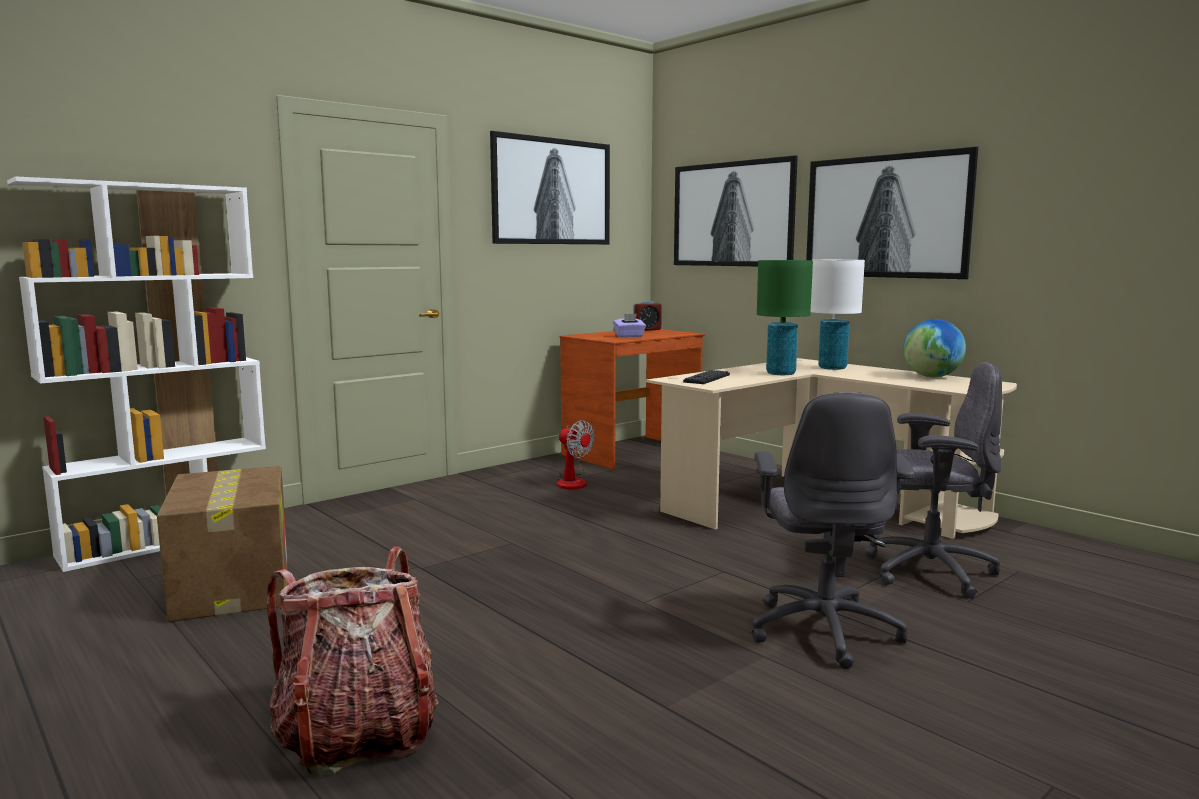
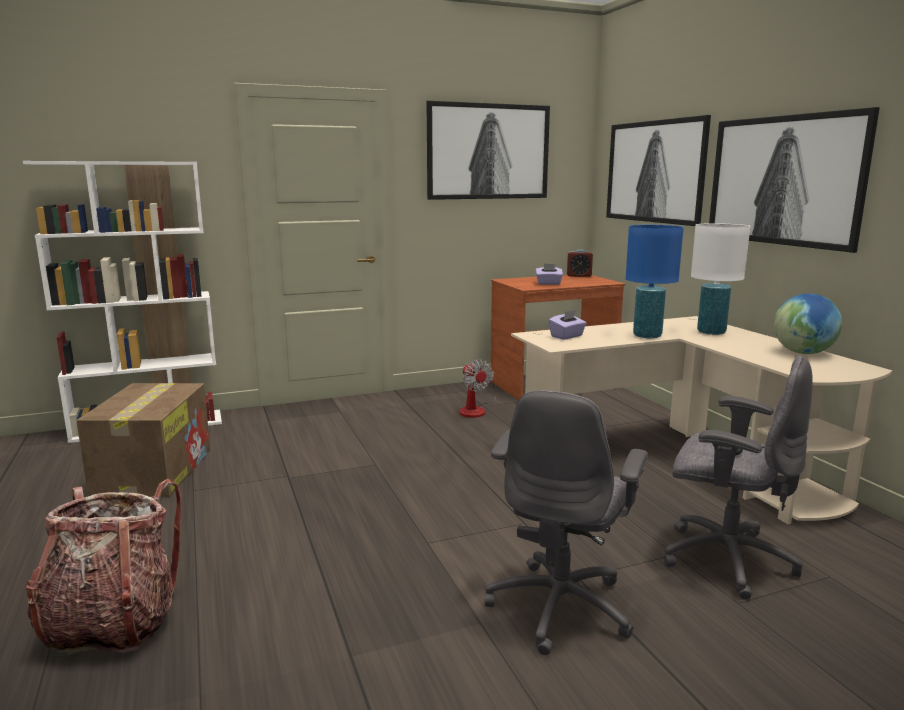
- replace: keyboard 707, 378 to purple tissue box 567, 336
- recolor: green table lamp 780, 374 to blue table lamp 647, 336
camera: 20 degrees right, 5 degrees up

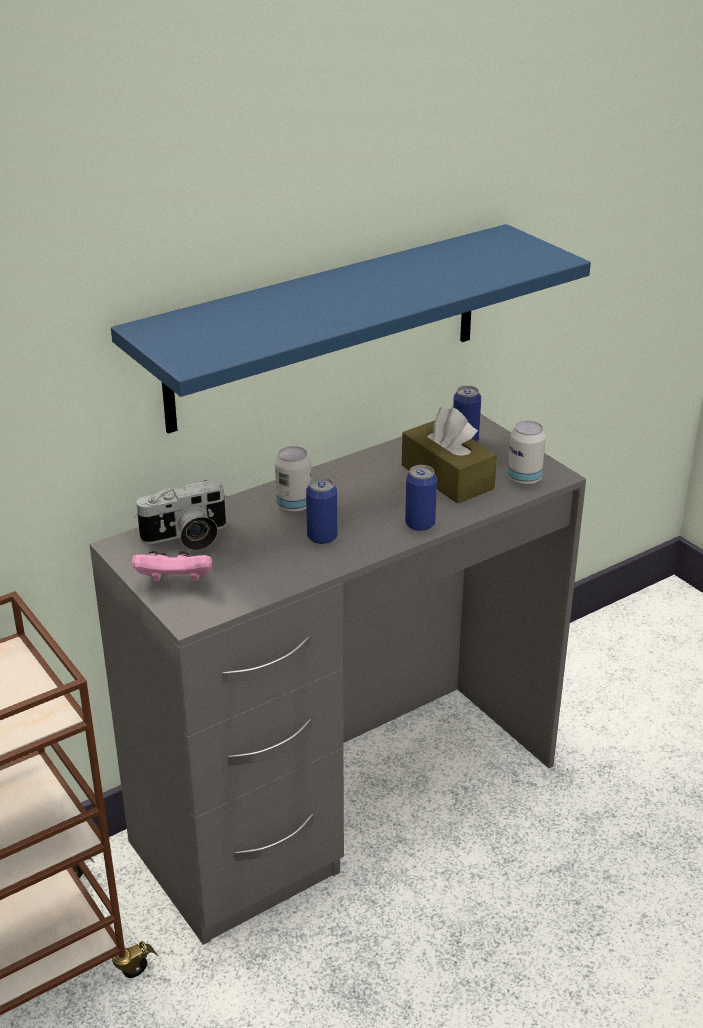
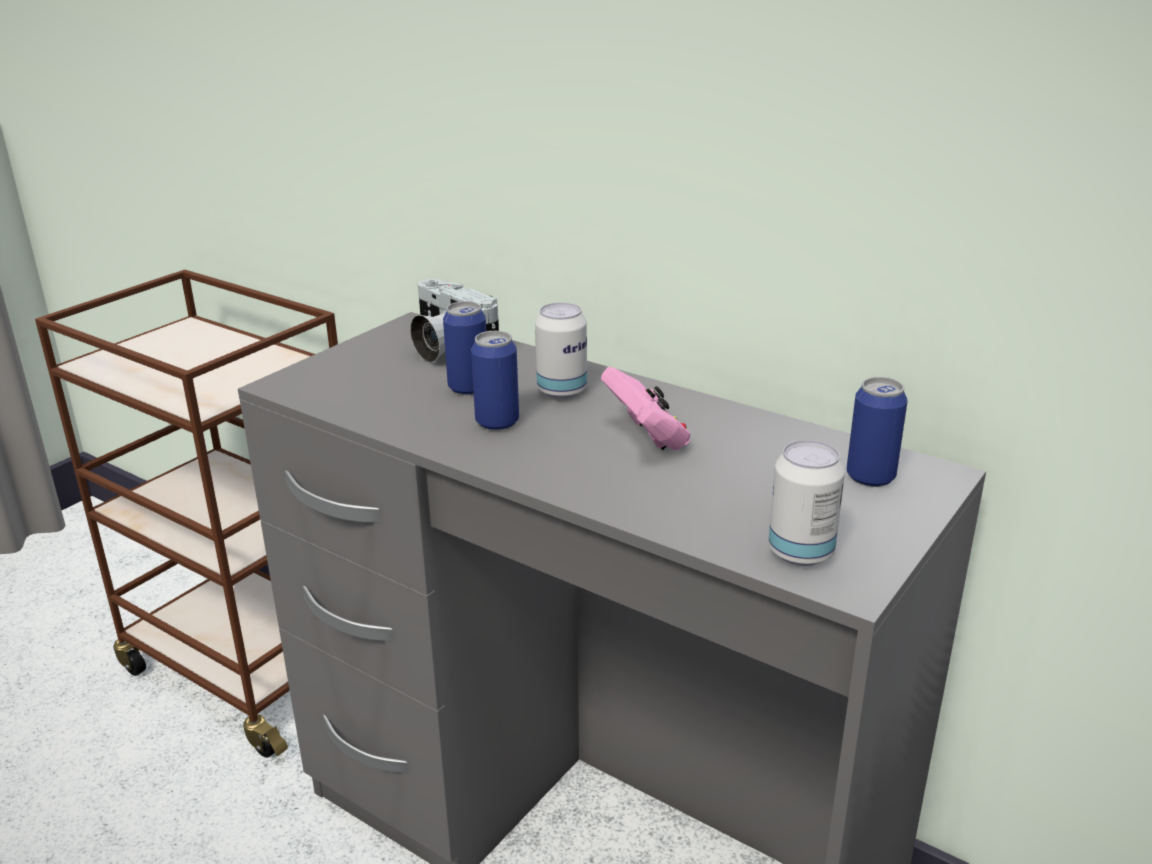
- move: can 420, 524 to 468, 388
- move: pink game controller 175, 582 to 647, 438
- delete: blue shelf 326, 327
- delete: brown tissue box 447, 477
camera: 70 degrees right, 5 degrees down

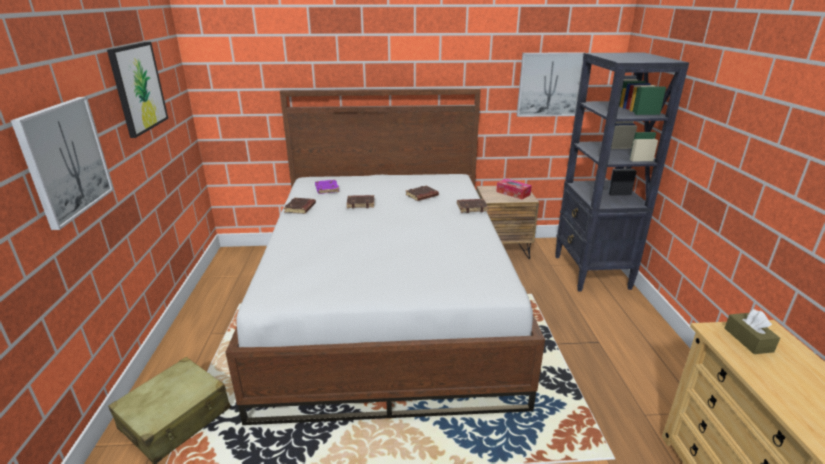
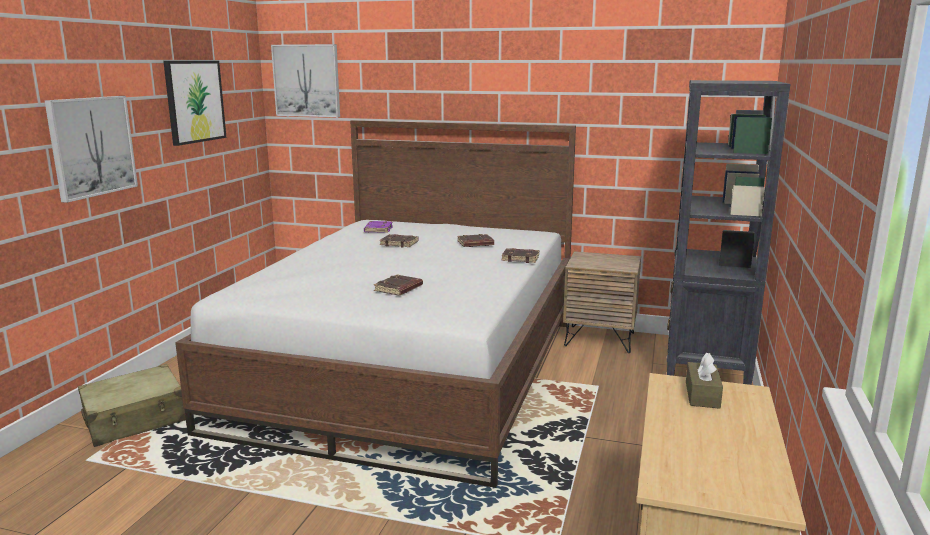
- move: picture 549, 84 to 307, 80
- move: brown book 300, 208 to 399, 289
- delete: tissue box 513, 193
camera: 20 degrees right, 10 degrees down

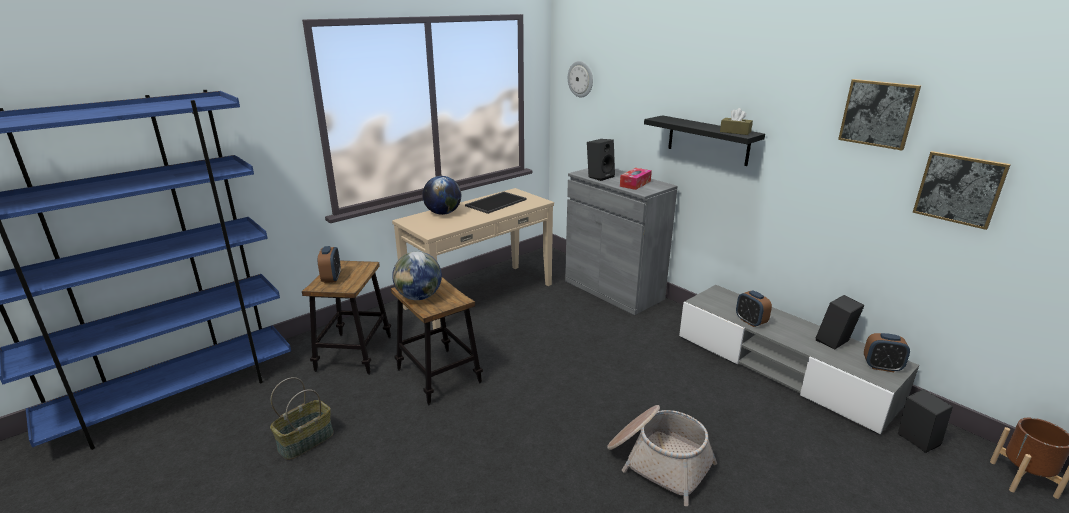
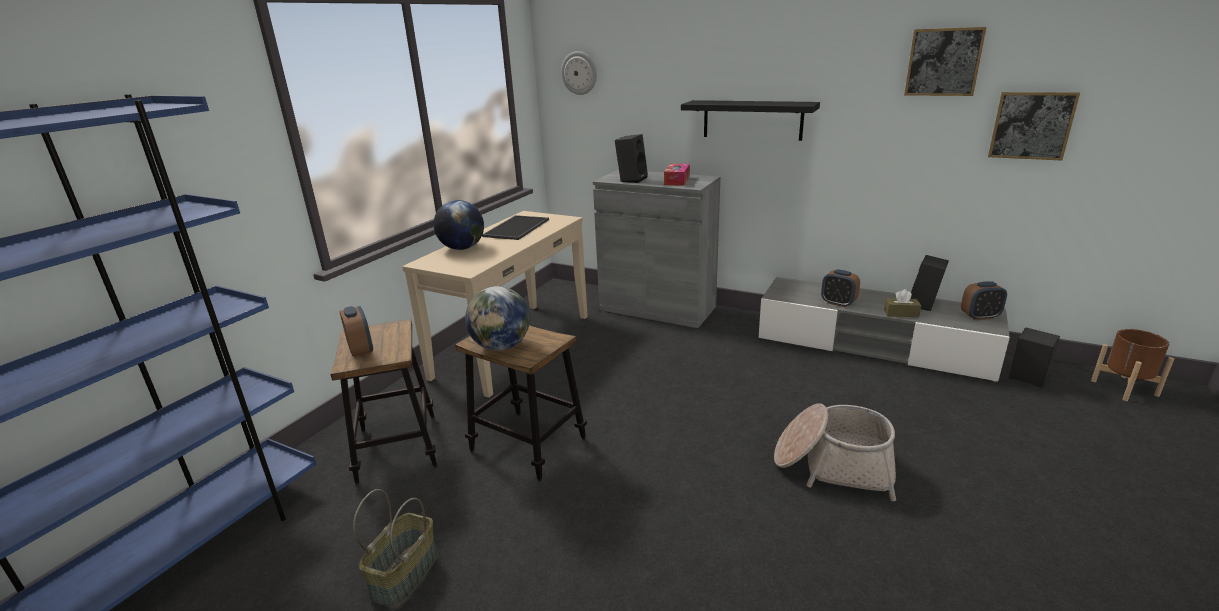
- move: brown tissue box 735, 132 to 901, 313
camera: 20 degrees left, 0 degrees up

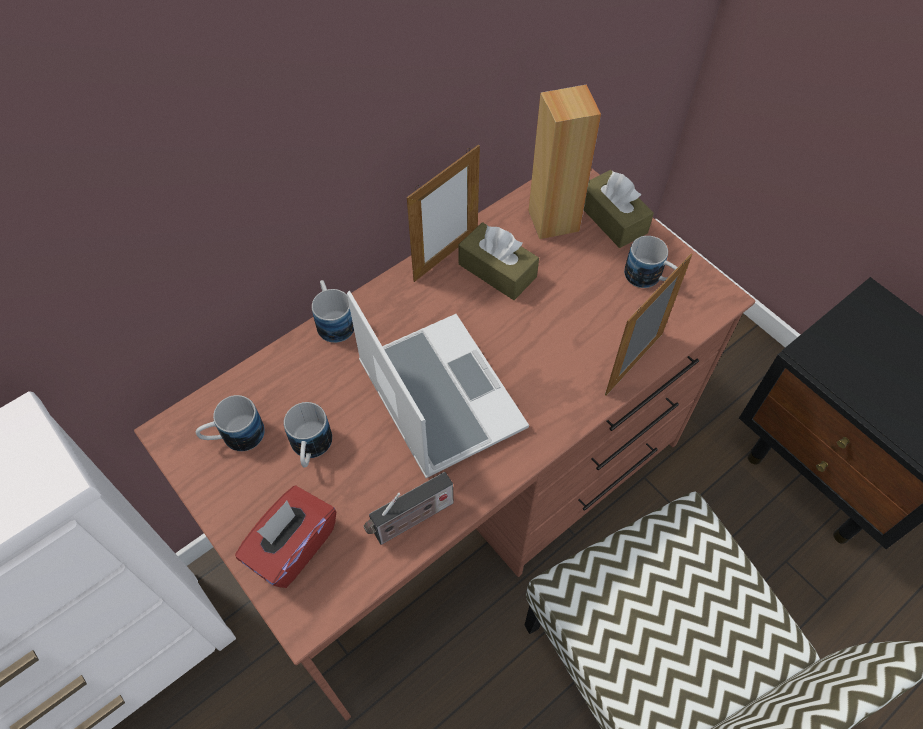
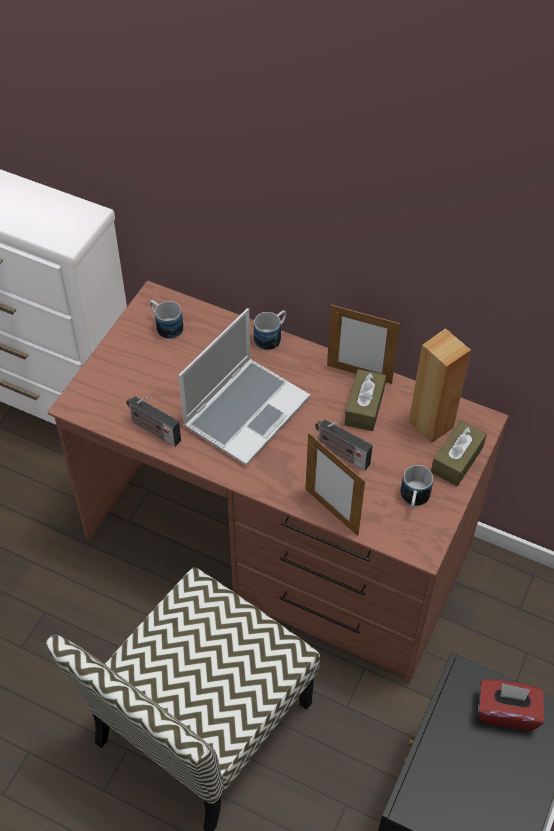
- rotate: picture frame 634, 364 = 331, 512 150 degrees counterclockwise
- insert: radio 340, 453
- move: red tissue box 292, 546 to 506, 711
- delete: mug 310, 449
camera: 65 degrees right, 5 degrees down

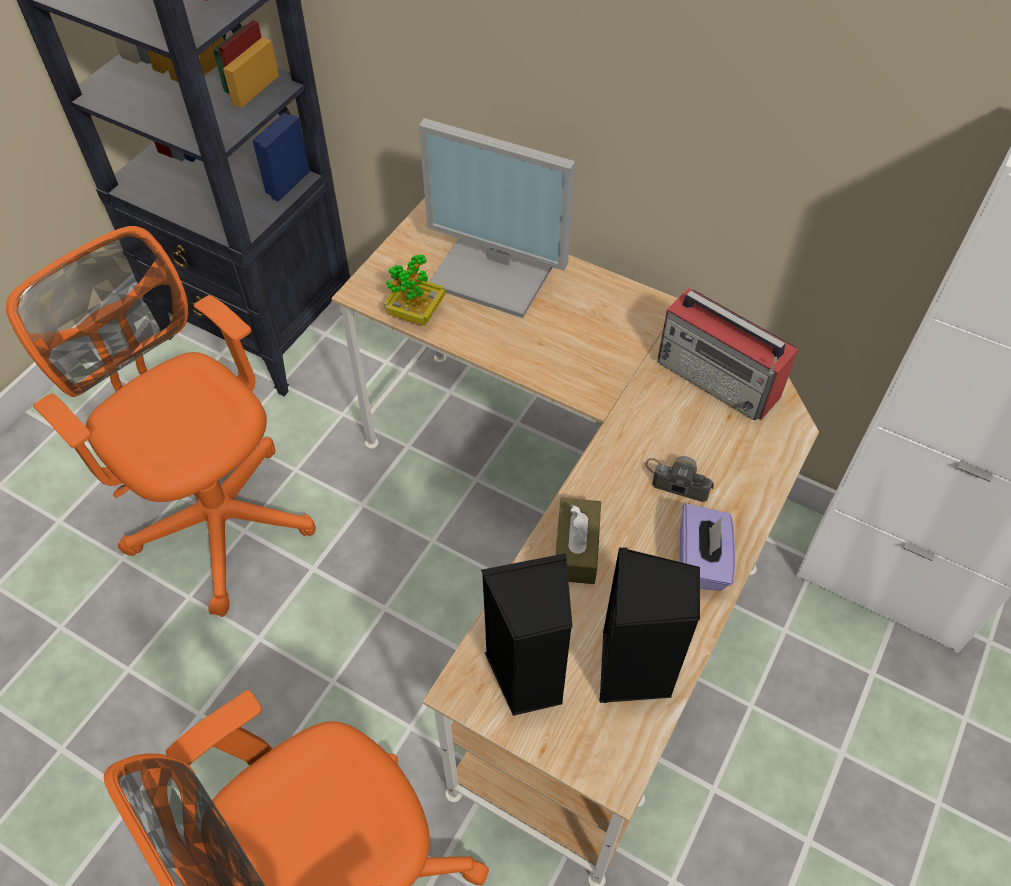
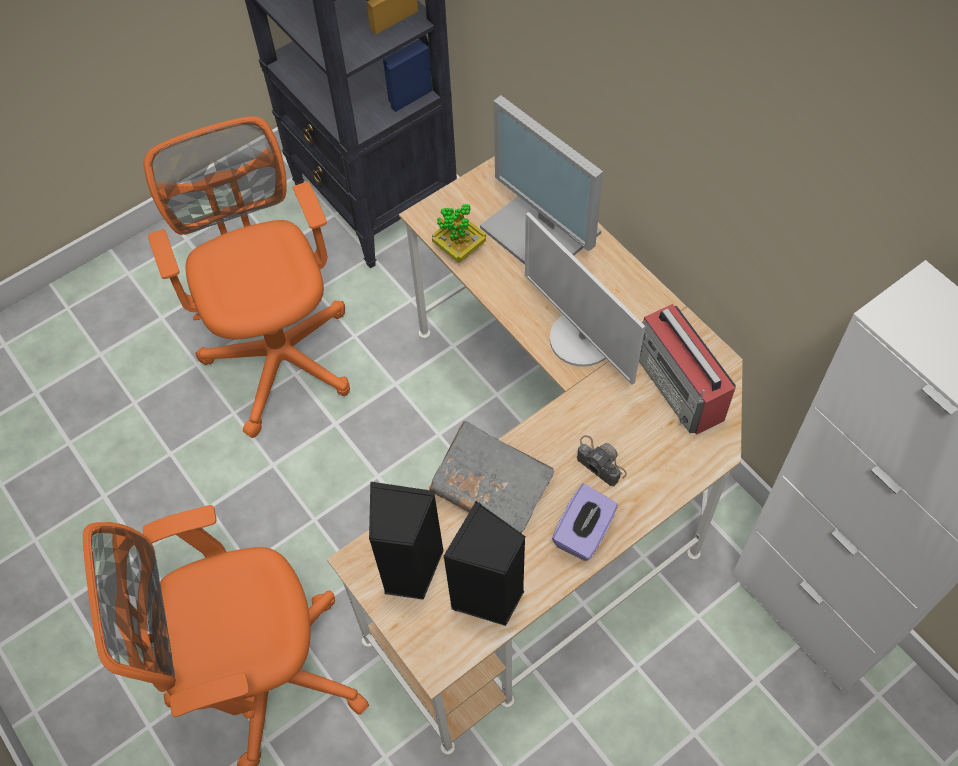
- replace: brown tissue box 576, 548 to grey book 491, 487
- insert: monitor 582, 339
camera: 25 degrees right, 5 degrees up

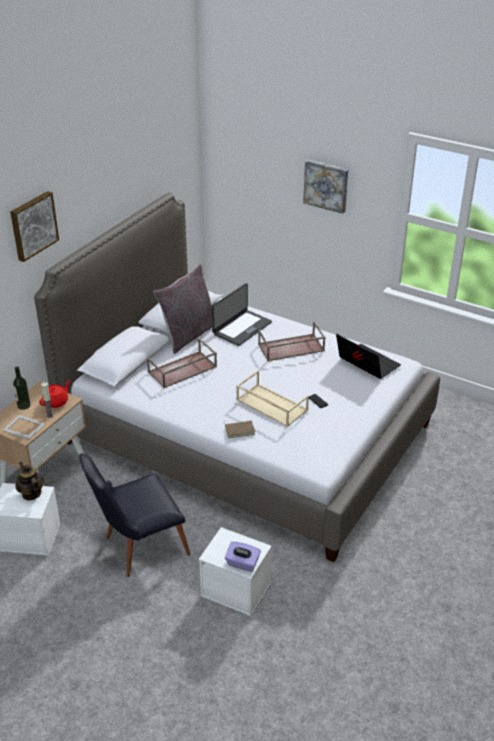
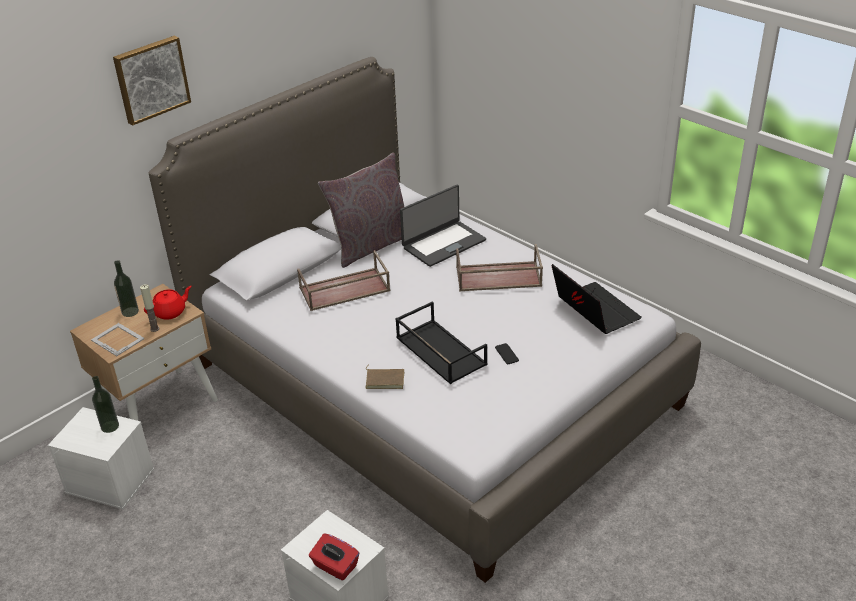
- replace: teapot 31, 494 to bottle 110, 426
- recolor: purple tissue box 242, 563 to red tissue box 335, 567
- recolor: beige tray 270, 405 to black tray 439, 351
- delete: black chair 138, 547
- delete: picture 326, 185
camera: 15 degrees right, 0 degrees up

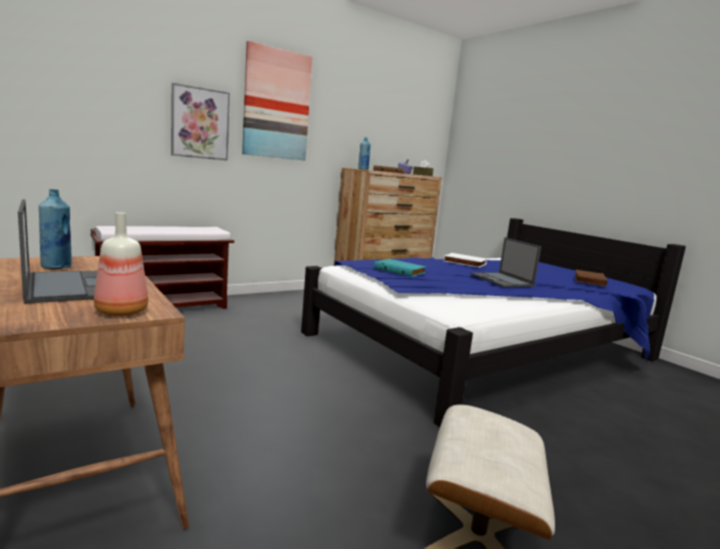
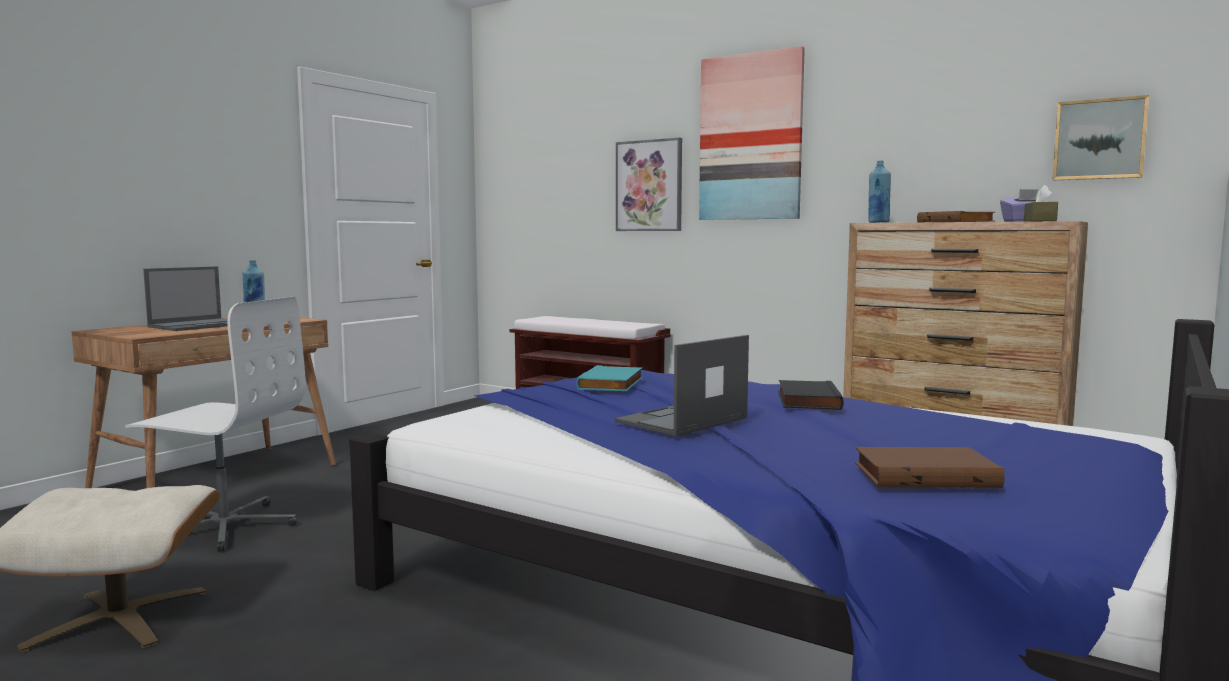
- insert: white office chair 224, 527
- recolor: white book 464, 263 to black book 806, 400
- insert: picture 1099, 139
- delete: bottle 119, 312
camera: 70 degrees right, 5 degrees down

